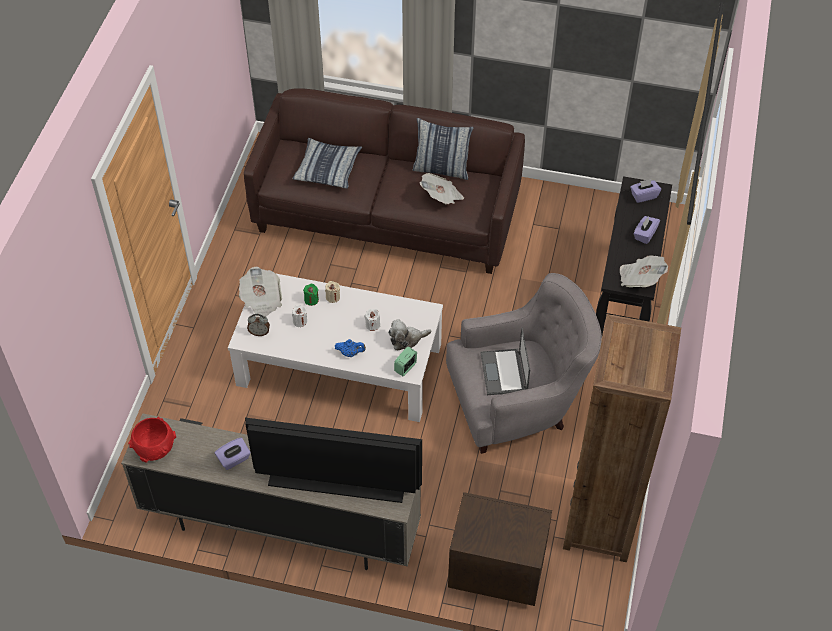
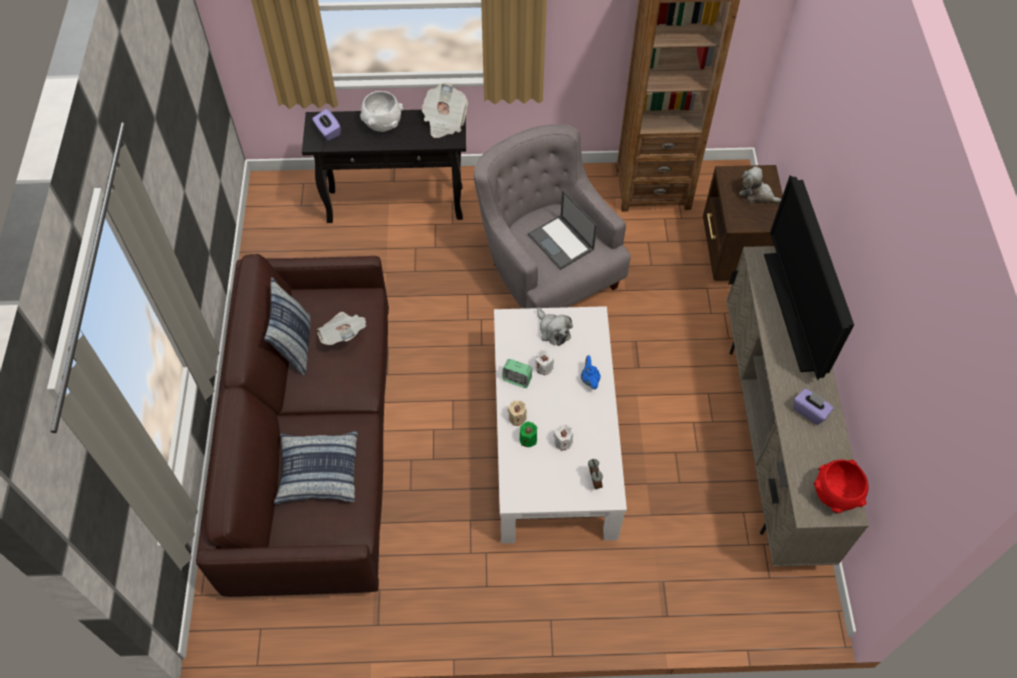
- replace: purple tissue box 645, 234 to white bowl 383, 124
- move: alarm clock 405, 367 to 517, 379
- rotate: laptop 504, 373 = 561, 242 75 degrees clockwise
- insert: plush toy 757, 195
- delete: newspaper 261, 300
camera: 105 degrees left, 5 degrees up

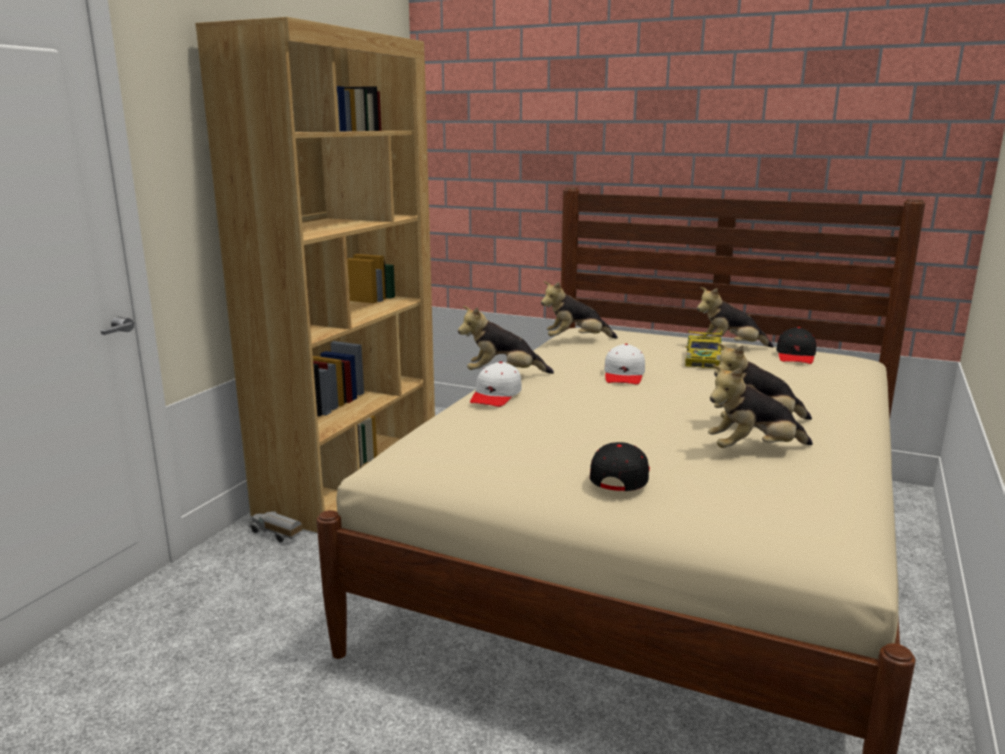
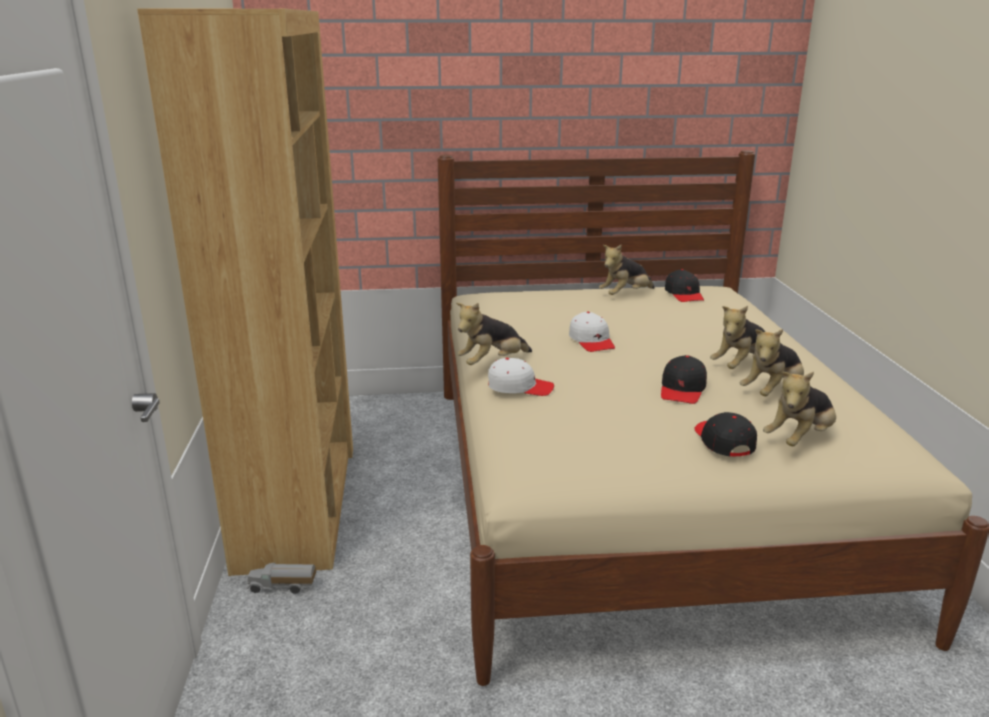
- rotate: white cap 496, 395 = 520, 387 75 degrees counterclockwise
- insert: black cap 682, 389
- move: plush toy 576, 340 to 800, 439
- delete: toy car 703, 359
camera: 30 degrees left, 5 degrees up

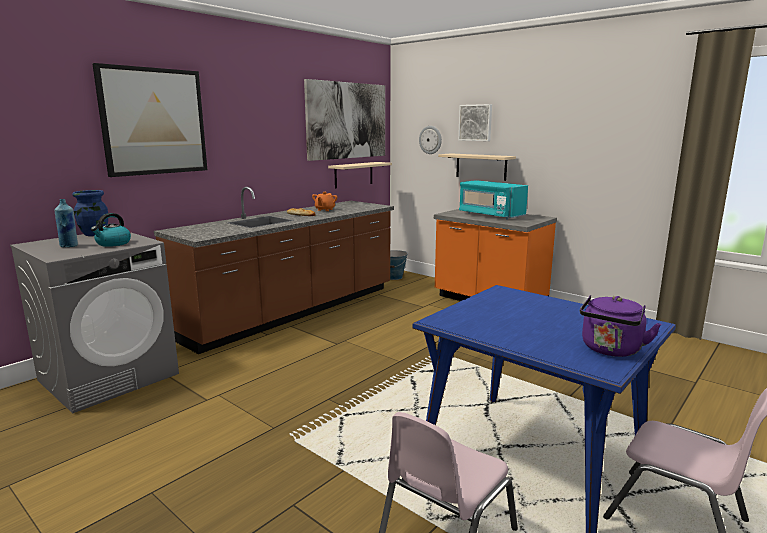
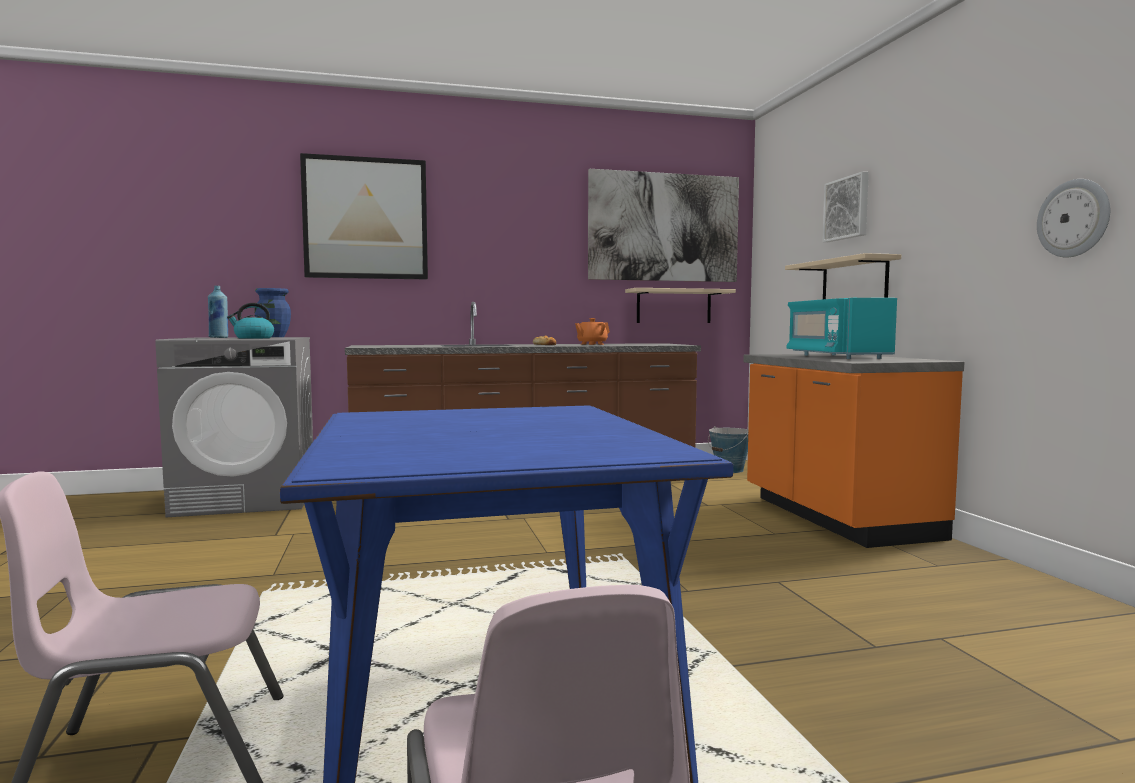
- move: wall clock 430, 140 to 1074, 218
- delete: purple kettle 610, 350
camera: 35 degrees right, 10 degrees down

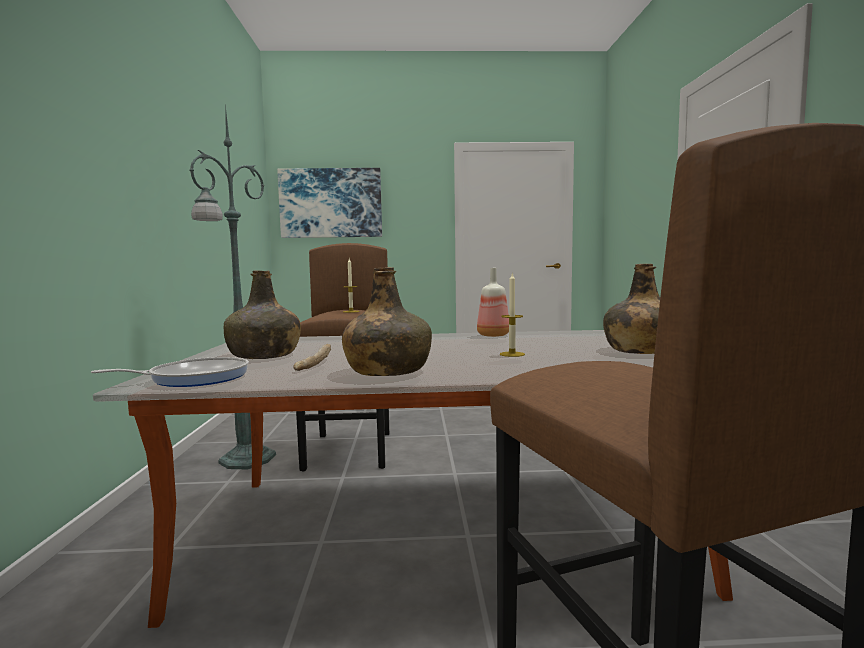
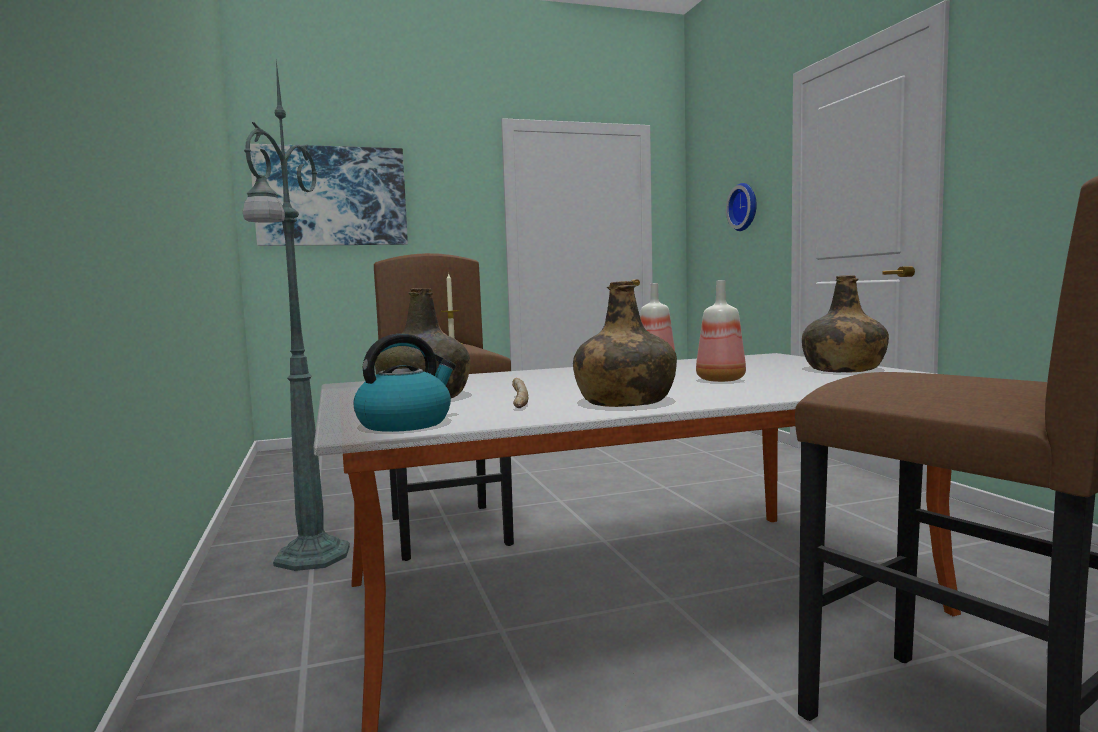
- replace: frying pan 194, 378 to kettle 405, 423
- replace: candle 512, 354 to bottle 720, 380
- insert: wall clock 745, 207
camera: 15 degrees left, 0 degrees up

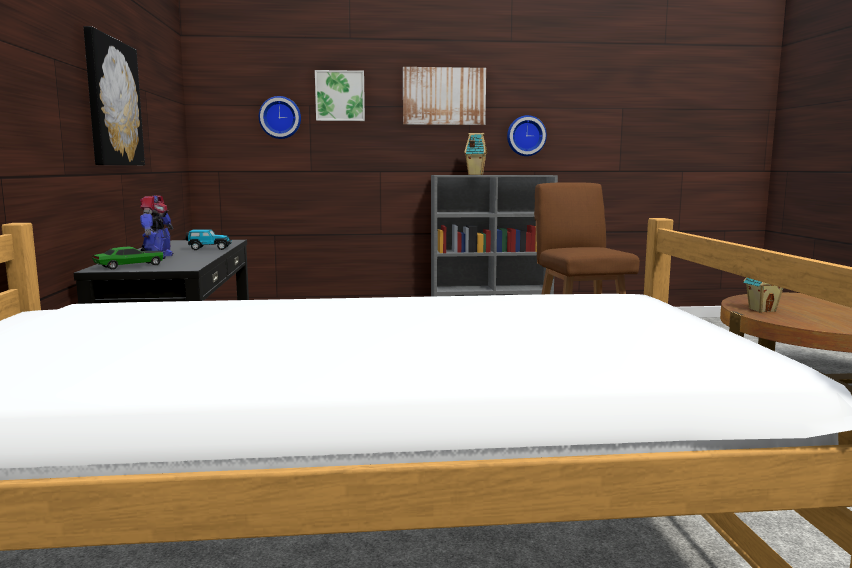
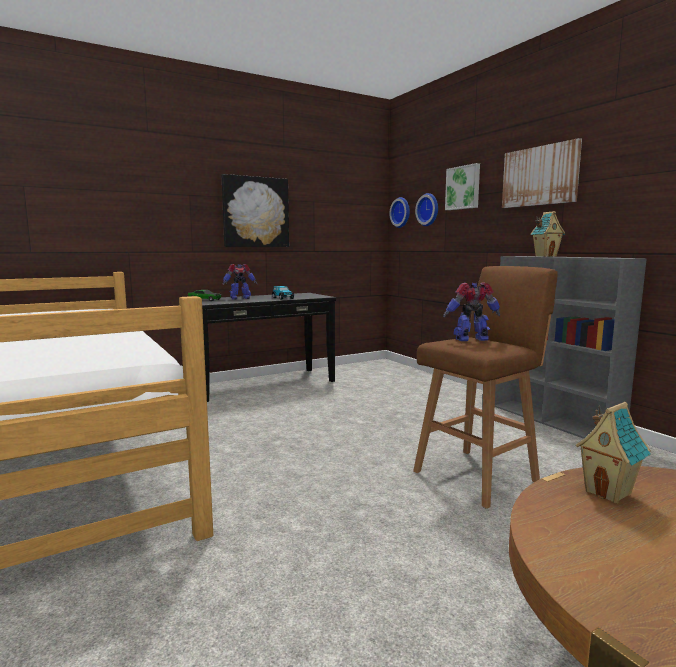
- move: wall clock 526, 136 to 401, 212
- insert: toy robot 472, 340
camera: 65 degrees right, 0 degrees up

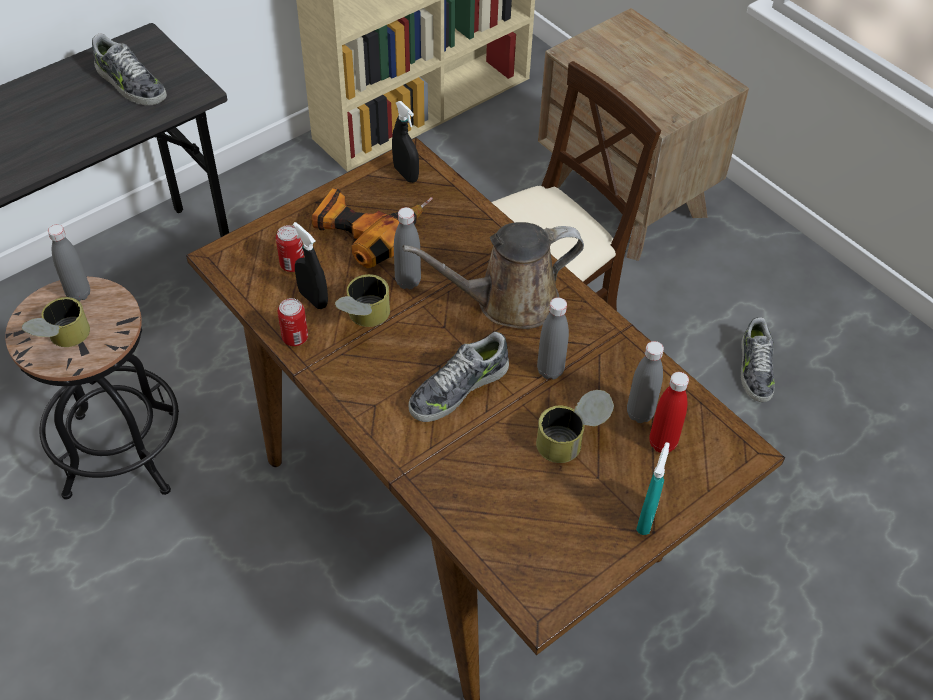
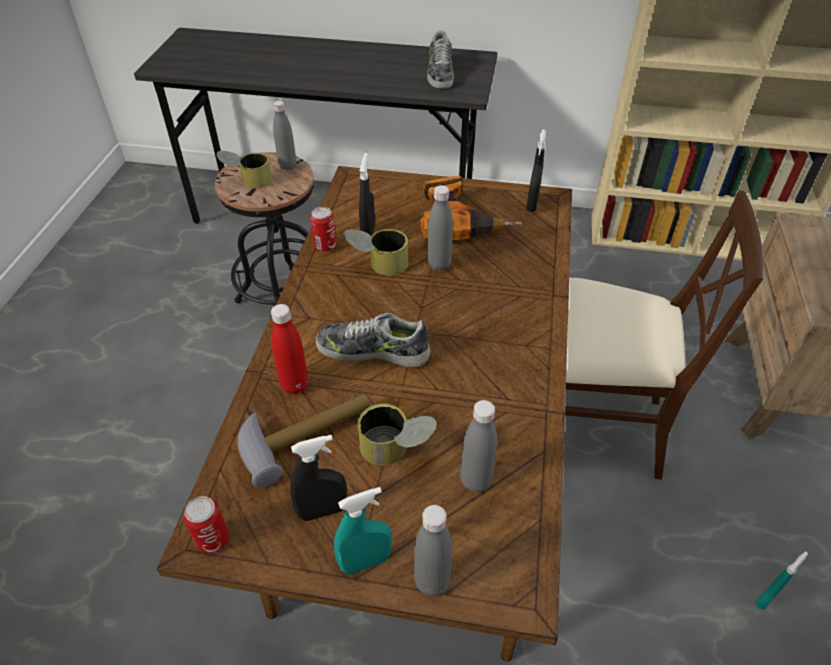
- move: can 292, 264 to 213, 539
- insert: hammer 305, 434
- move: red bottle 662, 443 to 295, 385
- insert: black spray bottle 322, 511
- move: grey bottle 550, 370 to 431, 581
- replace: shoe 754, 369 to turquoise spray bottle 766, 598
- delete: brown watering can 508, 301
camera: 50 degrees right, 5 degrees down

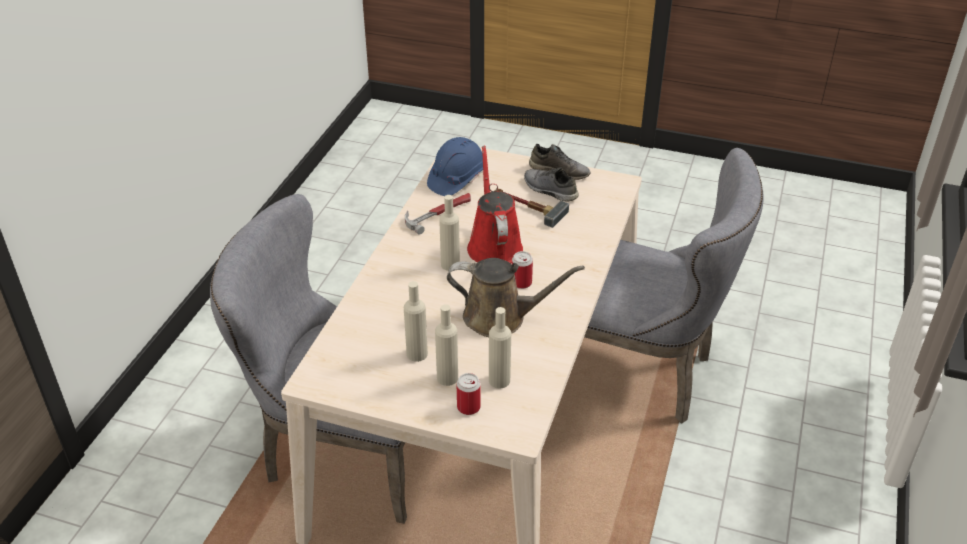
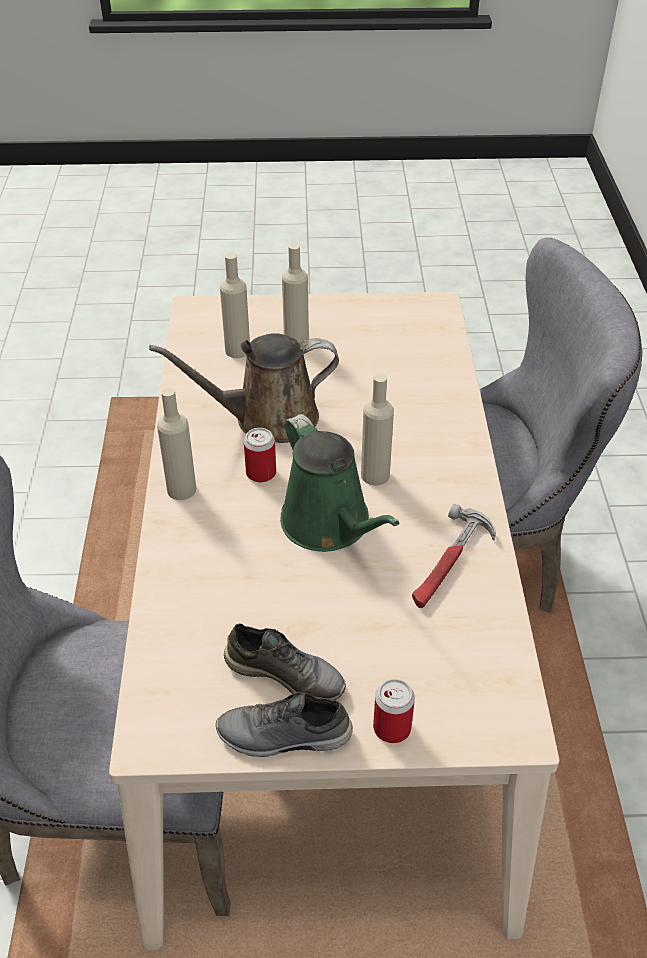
- move: beige bottle 417, 354 to 181, 489
- recolor: red watering can 493, 245 to green watering can 330, 525
- move: can 468, 407 to 392, 727
- delete: blue hard hat 457, 179
- delete: hammer 527, 207
camera: 160 degrees right, 5 degrees up

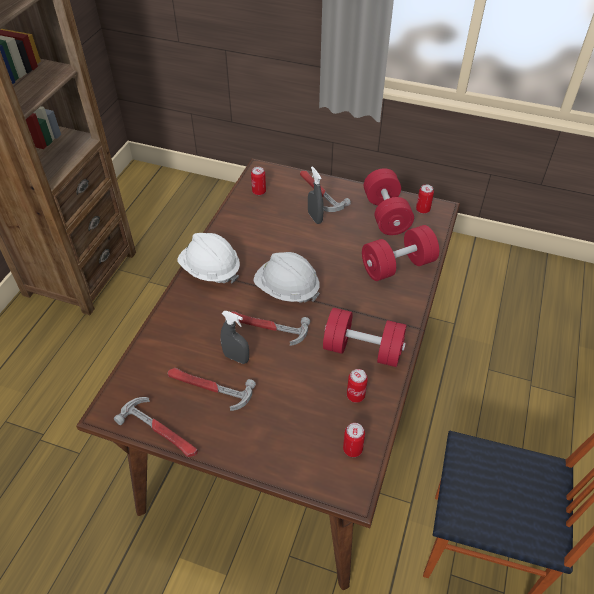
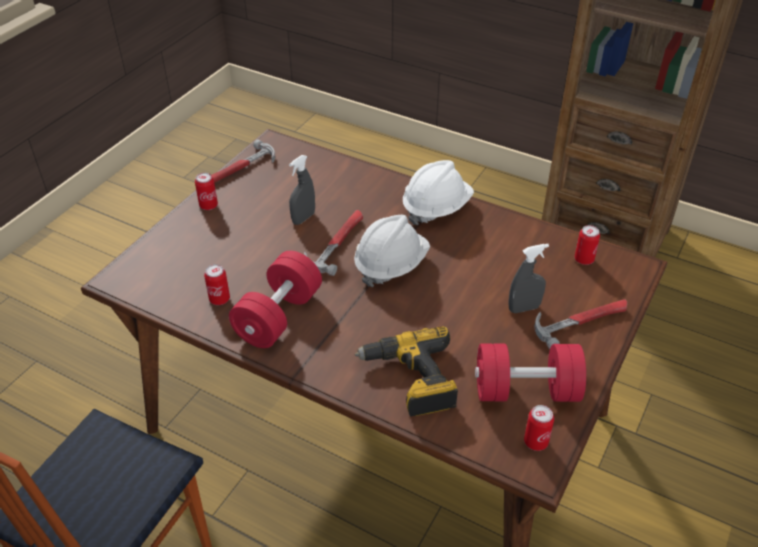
- move: can 352, 449 to 208, 205
- replace: red dumbbell 398, 266 to power drill 411, 380
- delete: hammer 208, 388
camera: 100 degrees right, 5 degrees down

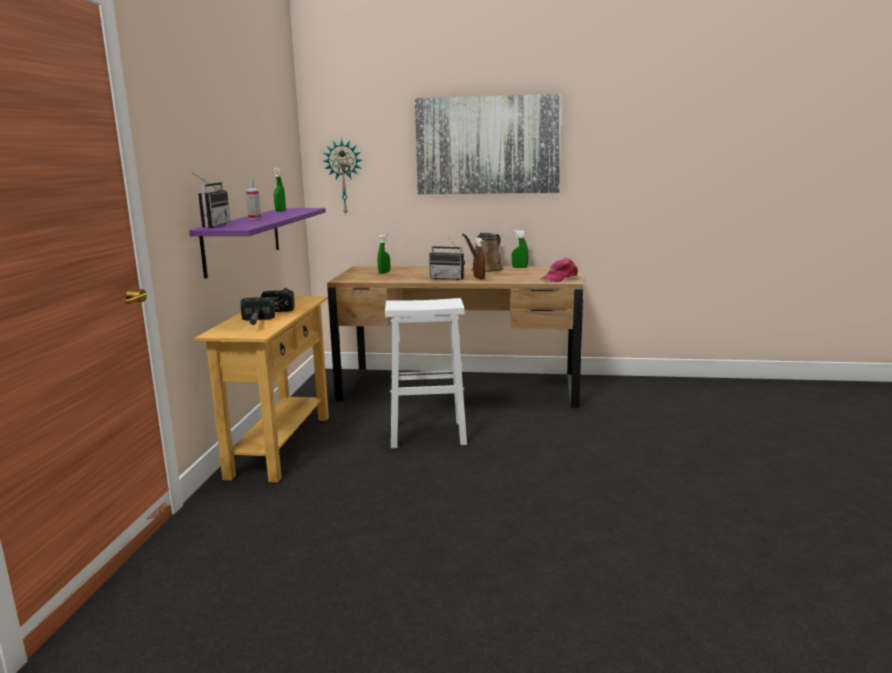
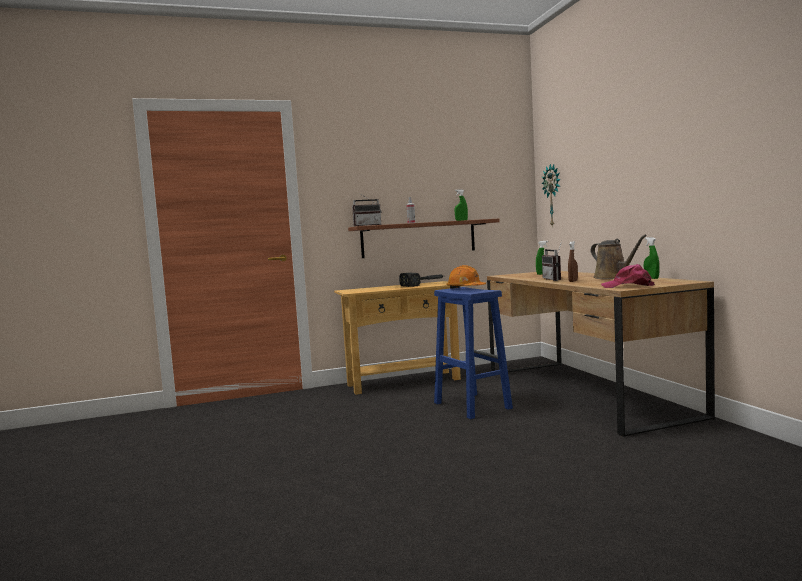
- recolor: purple shelf 243, 240 to brown shelf 418, 239
- recolor: white stool 426, 434 to blue stool 471, 405
- insert: orange hard hat 465, 288
- rotate: brown watering can 485, 270 = 613, 277 120 degrees counterclockwise
- delete: hammer 256, 324
- delete: picture 487, 145
camera: 65 degrees right, 10 degrees down

